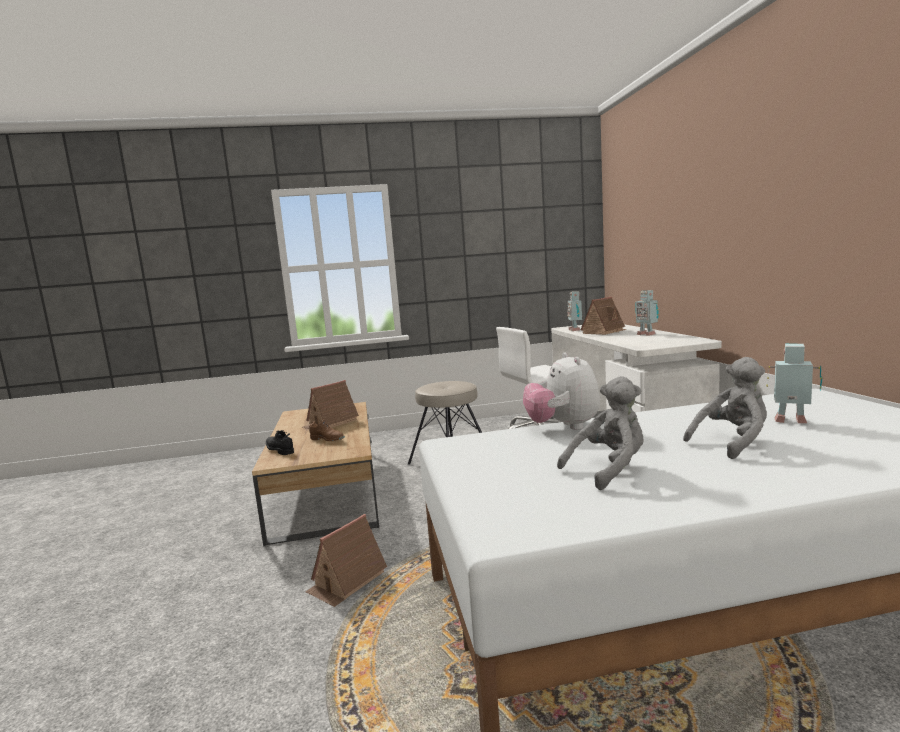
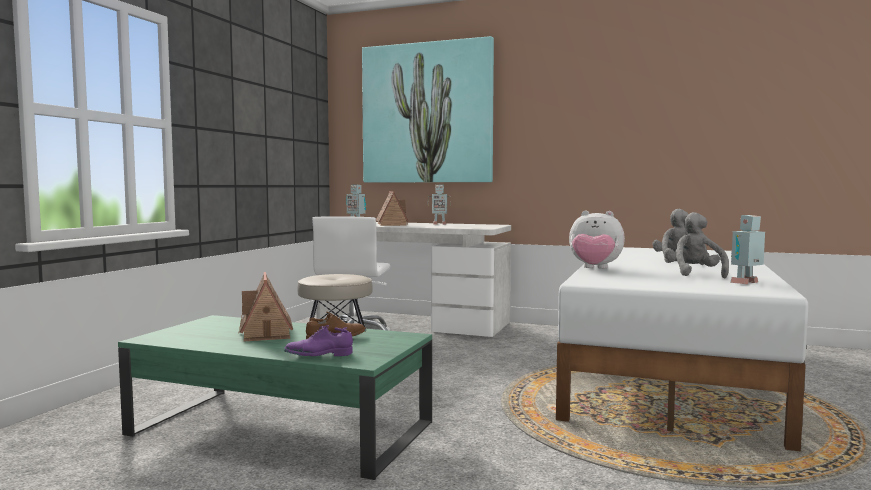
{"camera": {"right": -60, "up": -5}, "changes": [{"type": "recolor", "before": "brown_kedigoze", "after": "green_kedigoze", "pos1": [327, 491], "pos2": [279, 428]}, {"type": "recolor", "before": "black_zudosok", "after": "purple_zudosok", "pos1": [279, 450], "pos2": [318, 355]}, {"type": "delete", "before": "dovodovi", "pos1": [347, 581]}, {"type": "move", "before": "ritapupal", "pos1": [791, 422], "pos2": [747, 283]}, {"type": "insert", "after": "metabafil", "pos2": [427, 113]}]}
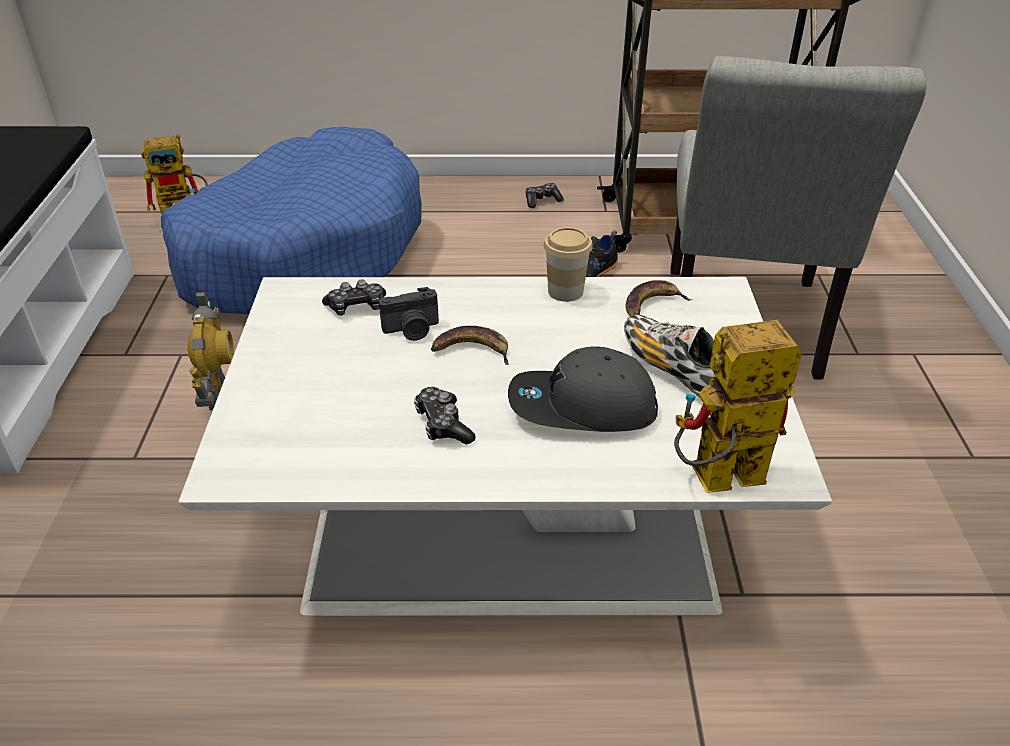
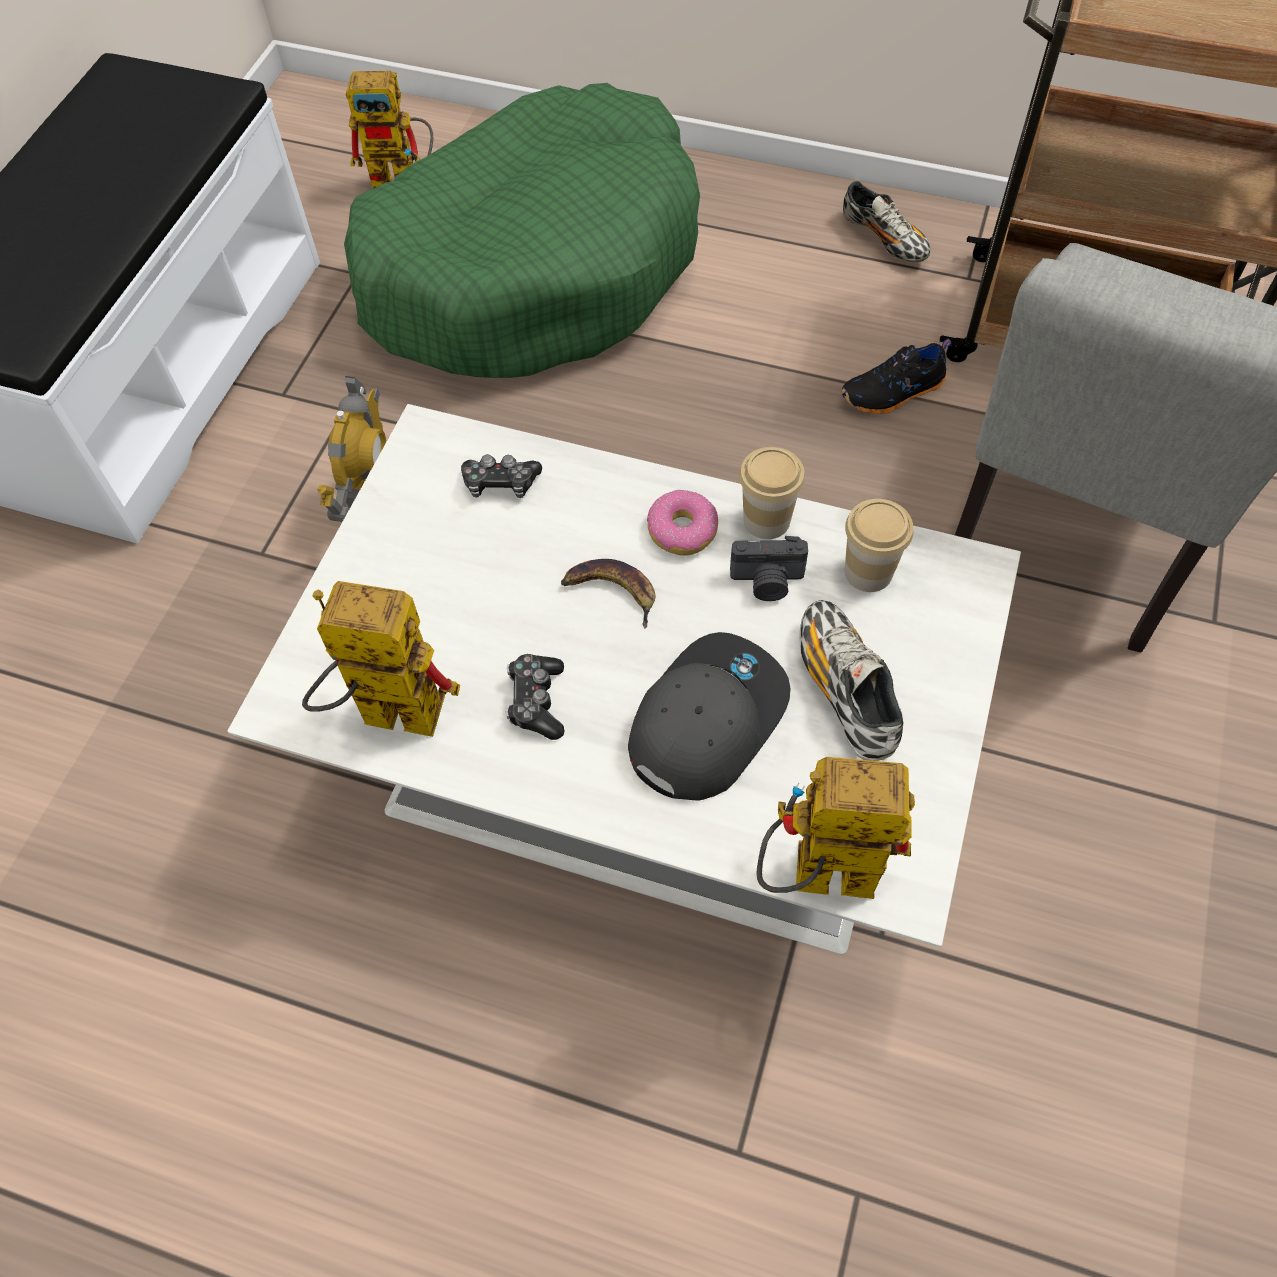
{"camera": {"right": 20, "up": 20}, "changes": [{"type": "recolor", "before": "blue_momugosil", "after": "green_momugosil", "pos1": [303, 251], "pos2": [533, 268]}, {"type": "move", "before": "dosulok", "pos1": [412, 330], "pos2": [767, 582]}, {"type": "rotate", "before": "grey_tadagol", "pos1": [581, 408], "pos2": [706, 720], "turn": 105}, {"type": "replace", "before": "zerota", "after": "zudosok", "pos1": [542, 200], "pos2": [884, 239]}, {"type": "replace", "before": "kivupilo", "after": "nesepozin", "pos1": [651, 305], "pos2": [868, 572]}, {"type": "insert", "after": "ritapupal", "pos2": [385, 714]}, {"type": "insert", "after": "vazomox", "pos2": [682, 530]}]}
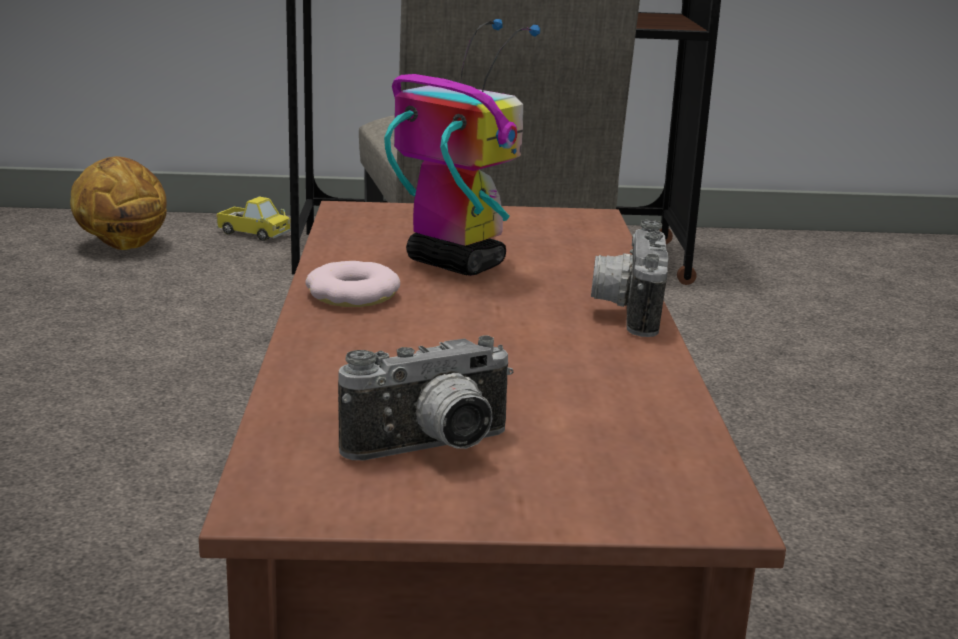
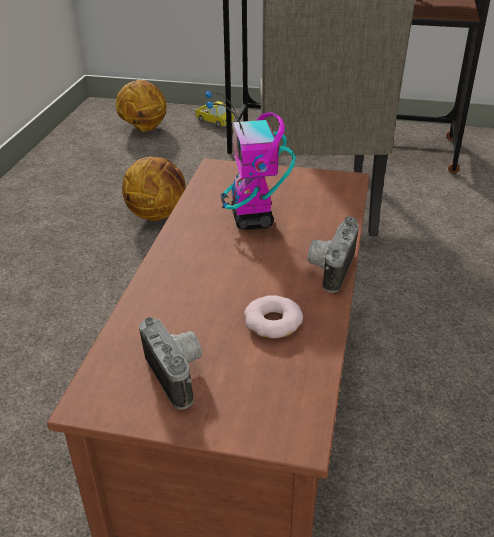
{"camera": {"right": 15, "up": 15}, "changes": [{"type": "move", "before": "vazomox", "pos1": [353, 295], "pos2": [273, 322]}, {"type": "rotate", "before": "dosulok", "pos1": [434, 451], "pos2": [178, 374], "turn": -105}, {"type": "rotate", "before": "ritapupal", "pos1": [453, 263], "pos2": [252, 219], "turn": -150}, {"type": "insert", "after": "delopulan", "pos2": [158, 214]}]}
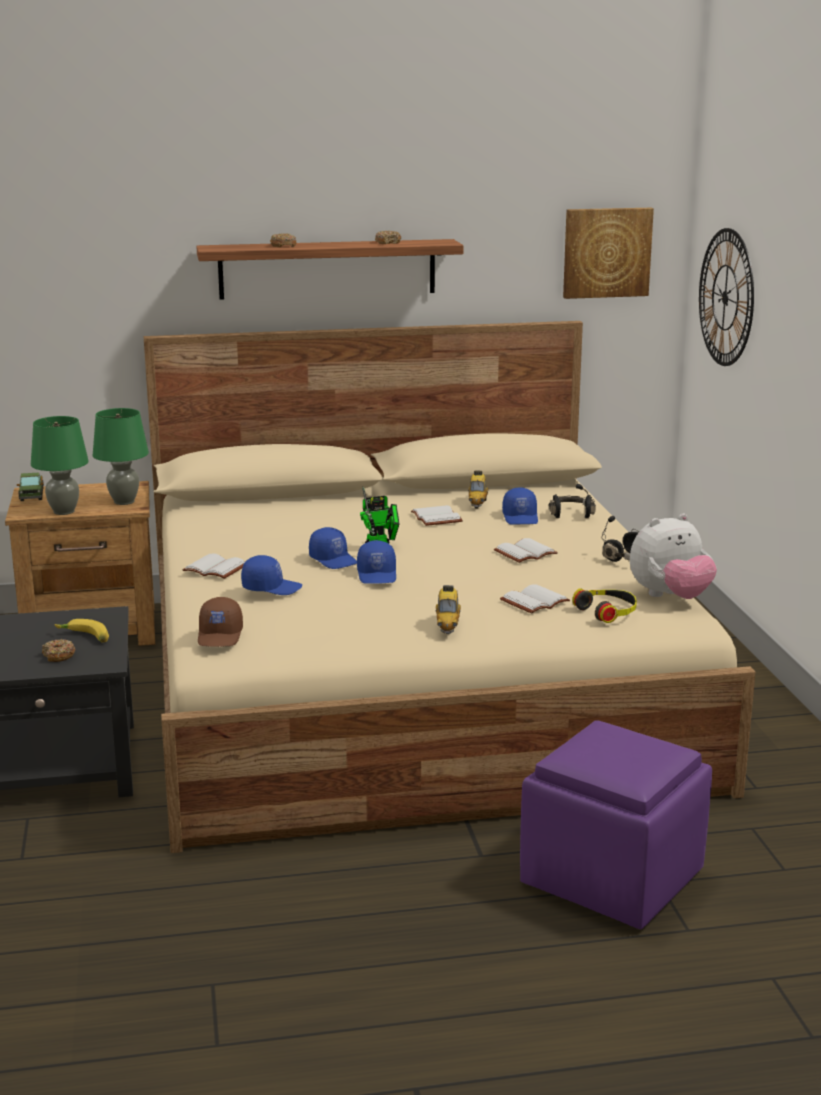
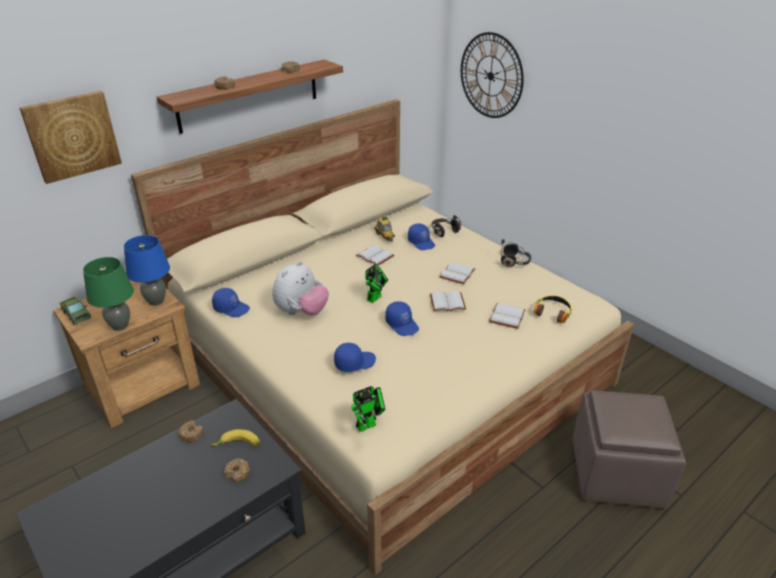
{"camera": {"right": -30, "up": 15}, "changes": [{"type": "recolor", "before": "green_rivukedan", "after": "blue_rivukedan", "pos1": [124, 502], "pos2": [156, 301]}, {"type": "move", "before": "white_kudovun", "pos1": [217, 568], "pos2": [447, 302]}, {"type": "replace", "before": "brown_tadagol", "after": "ritapupal", "pos1": [220, 636], "pos2": [369, 424]}, {"type": "move", "before": "blue_tadagol", "pos1": [334, 560], "pos2": [231, 308]}, {"type": "delete", "before": "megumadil", "pos1": [447, 626]}, {"type": "recolor", "before": "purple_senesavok", "after": "brown_senesavok", "pos1": [614, 878], "pos2": [617, 473]}, {"type": "move", "before": "metabafil", "pos1": [606, 252], "pos2": [72, 136]}, {"type": "move", "before": "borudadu", "pos1": [670, 597], "pos2": [301, 312]}, {"type": "insert", "after": "vazomox", "pos2": [191, 434]}]}
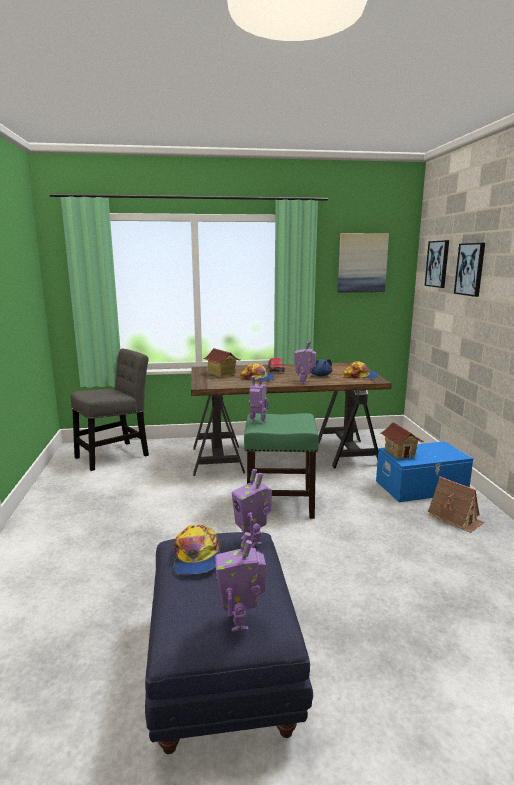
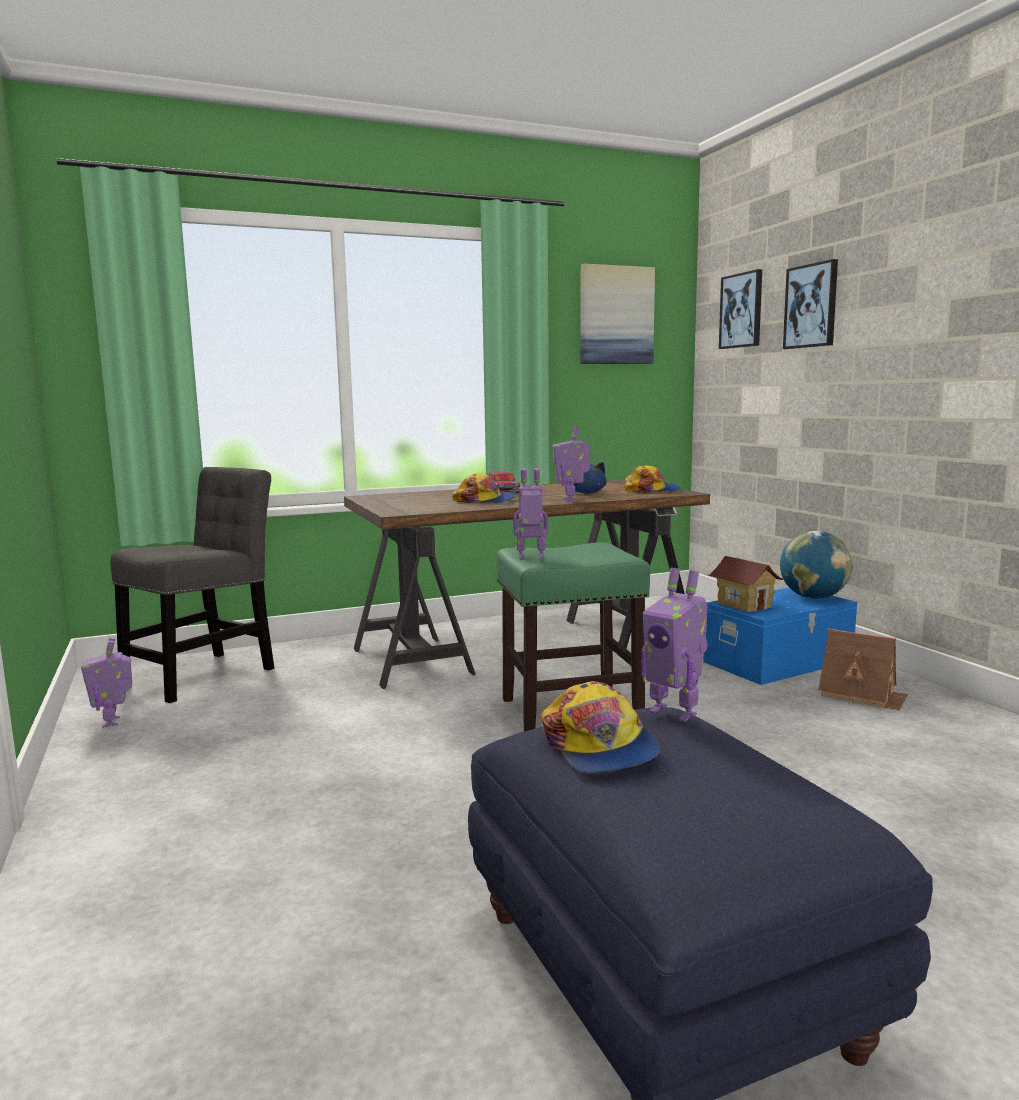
{"camera": {"right": -15, "up": -5}, "changes": [{"type": "delete", "before": "dovodovi", "pos1": [221, 374]}, {"type": "move", "before": "ritapupal", "pos1": [241, 621], "pos2": [113, 722]}, {"type": "insert", "after": "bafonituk", "pos2": [813, 597]}]}
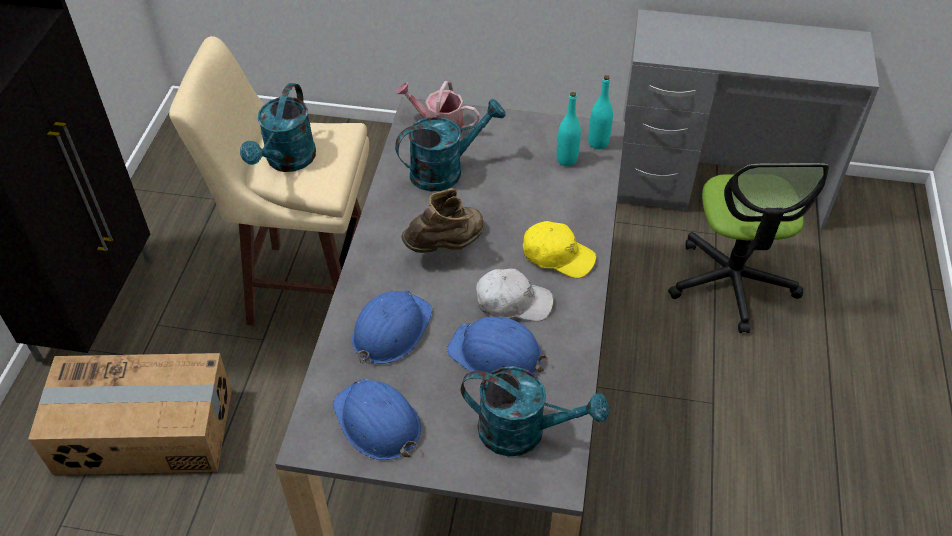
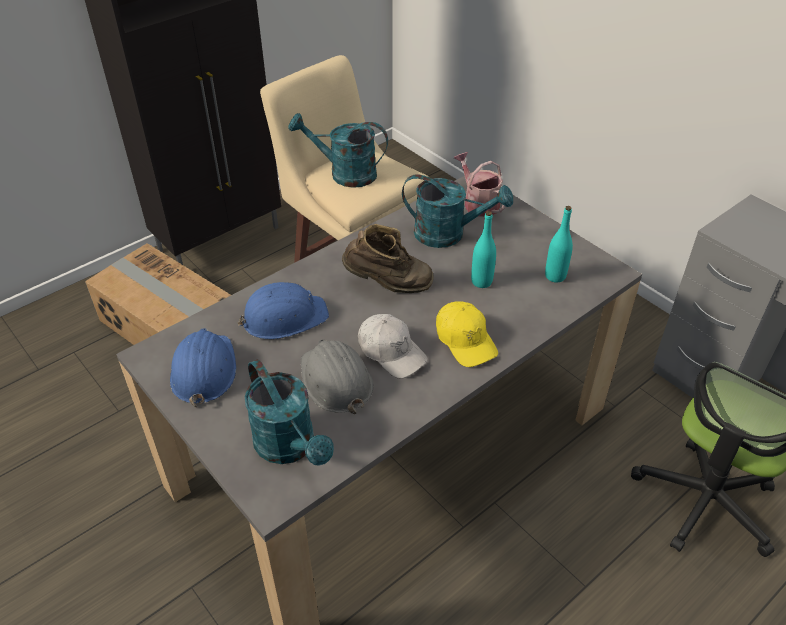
{"camera": {"right": 40, "up": -5}, "changes": [{"type": "rotate", "before": "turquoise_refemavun", "pos1": [287, 161], "pos2": [344, 174], "turn": 45}, {"type": "recolor", "before": "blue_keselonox", "after": "grey_keselonox", "pos1": [496, 355], "pos2": [335, 380]}, {"type": "move", "before": "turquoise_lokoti", "pos1": [598, 143], "pos2": [481, 281]}]}
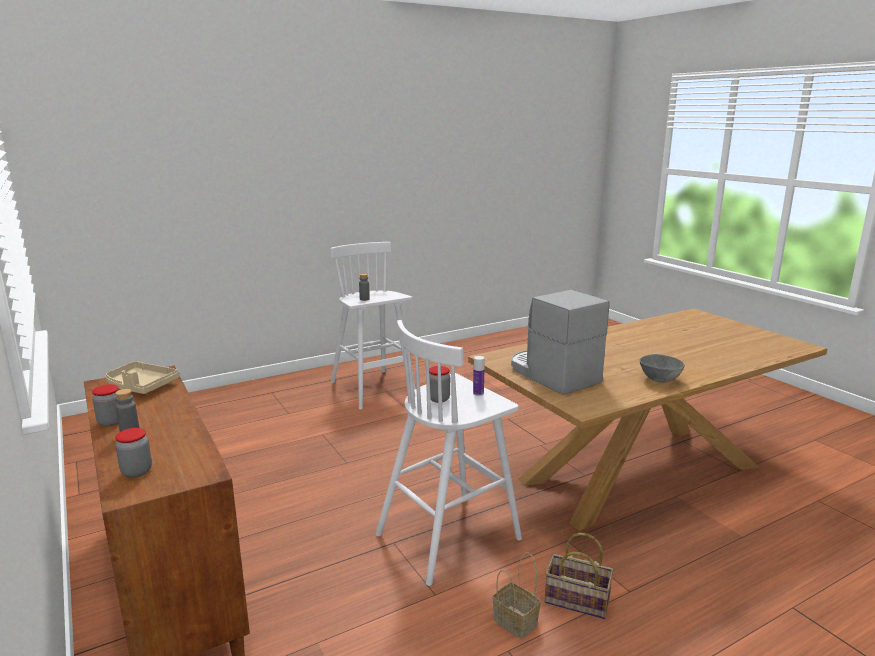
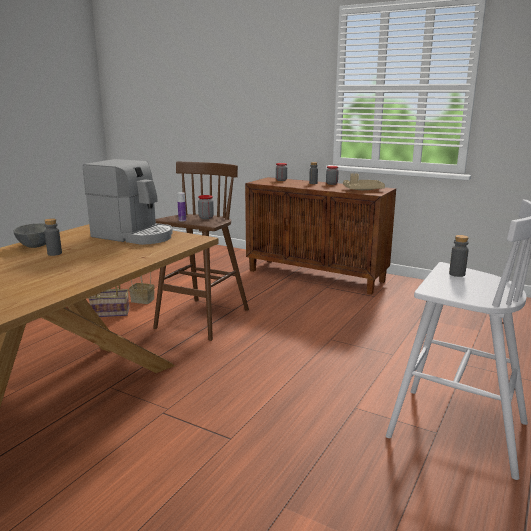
{"camera": {"right": 150, "up": 0}, "changes": [{"type": "recolor", "before": "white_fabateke", "after": "brown_fabateke", "pos1": [450, 536], "pos2": [202, 319]}, {"type": "insert", "after": "grey_lokoti", "pos2": [54, 253]}]}
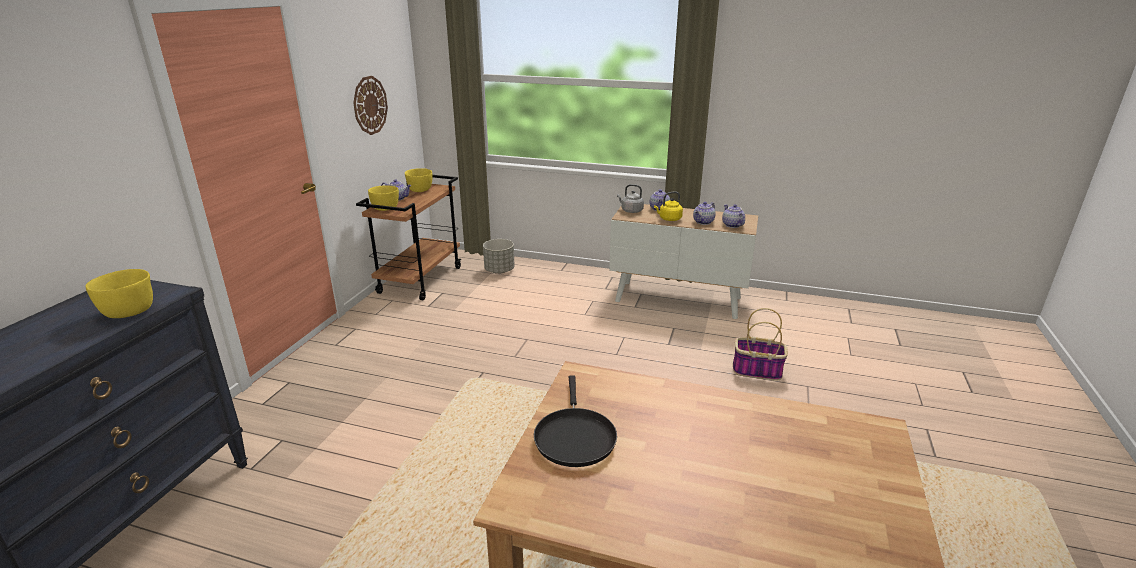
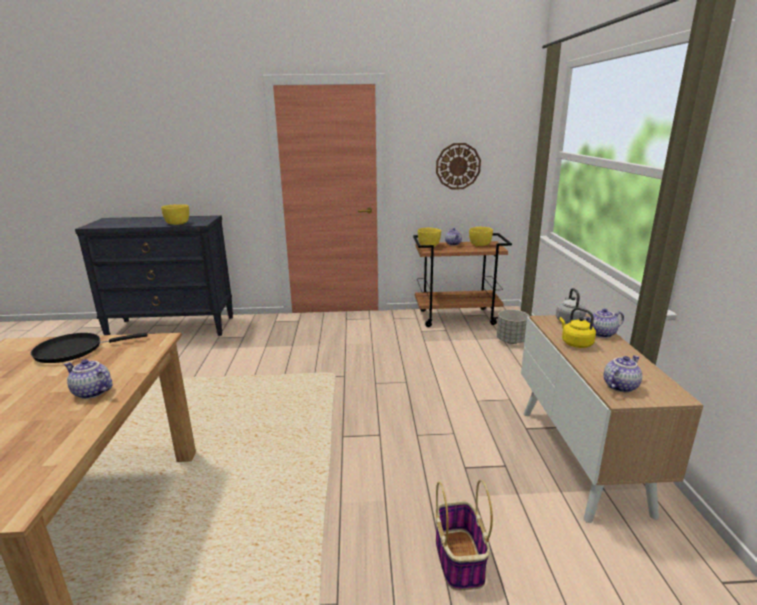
{"camera": {"right": 70, "up": -5}, "changes": [{"type": "move", "before": "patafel", "pos1": [703, 222], "pos2": [91, 392]}]}
